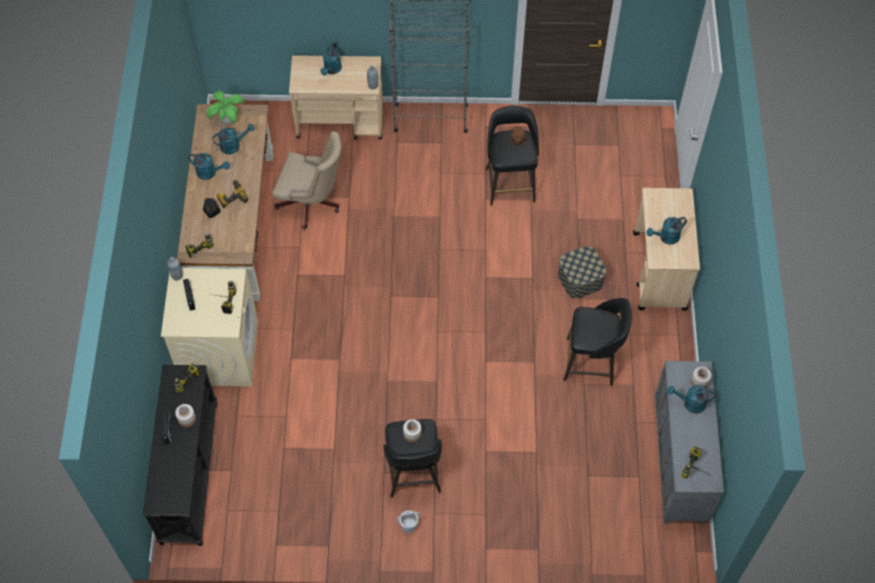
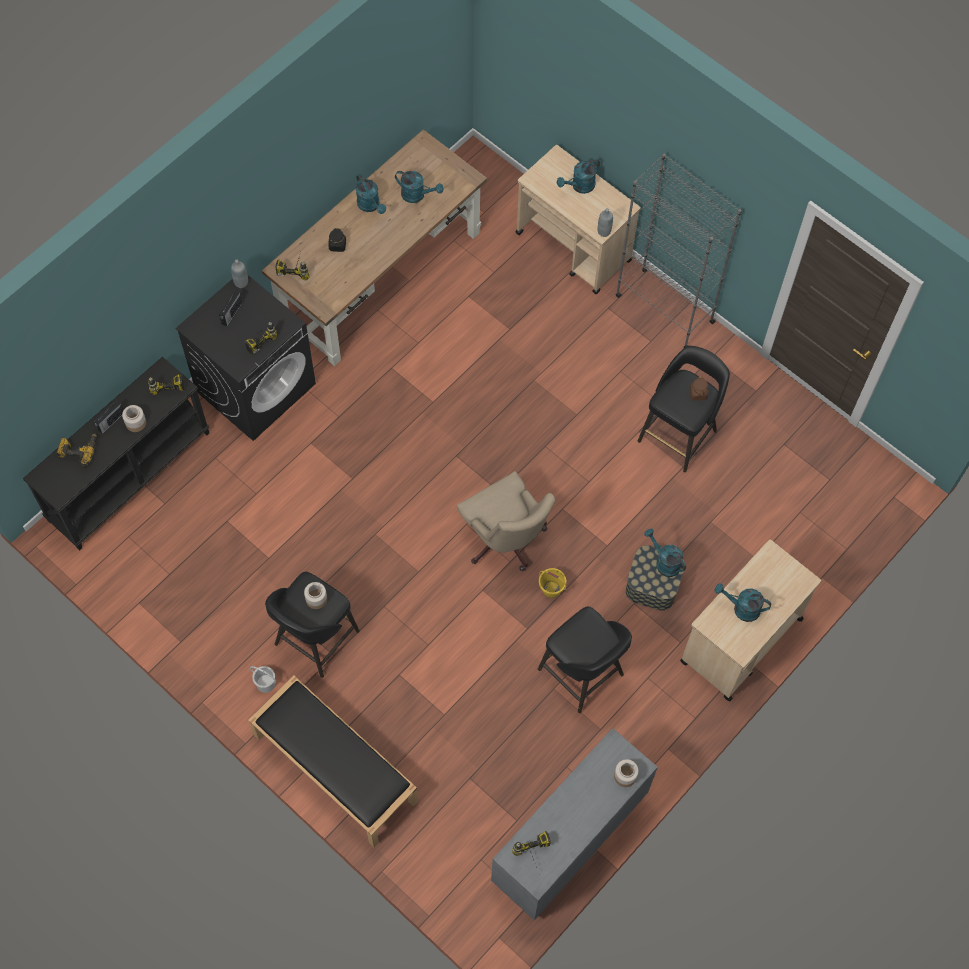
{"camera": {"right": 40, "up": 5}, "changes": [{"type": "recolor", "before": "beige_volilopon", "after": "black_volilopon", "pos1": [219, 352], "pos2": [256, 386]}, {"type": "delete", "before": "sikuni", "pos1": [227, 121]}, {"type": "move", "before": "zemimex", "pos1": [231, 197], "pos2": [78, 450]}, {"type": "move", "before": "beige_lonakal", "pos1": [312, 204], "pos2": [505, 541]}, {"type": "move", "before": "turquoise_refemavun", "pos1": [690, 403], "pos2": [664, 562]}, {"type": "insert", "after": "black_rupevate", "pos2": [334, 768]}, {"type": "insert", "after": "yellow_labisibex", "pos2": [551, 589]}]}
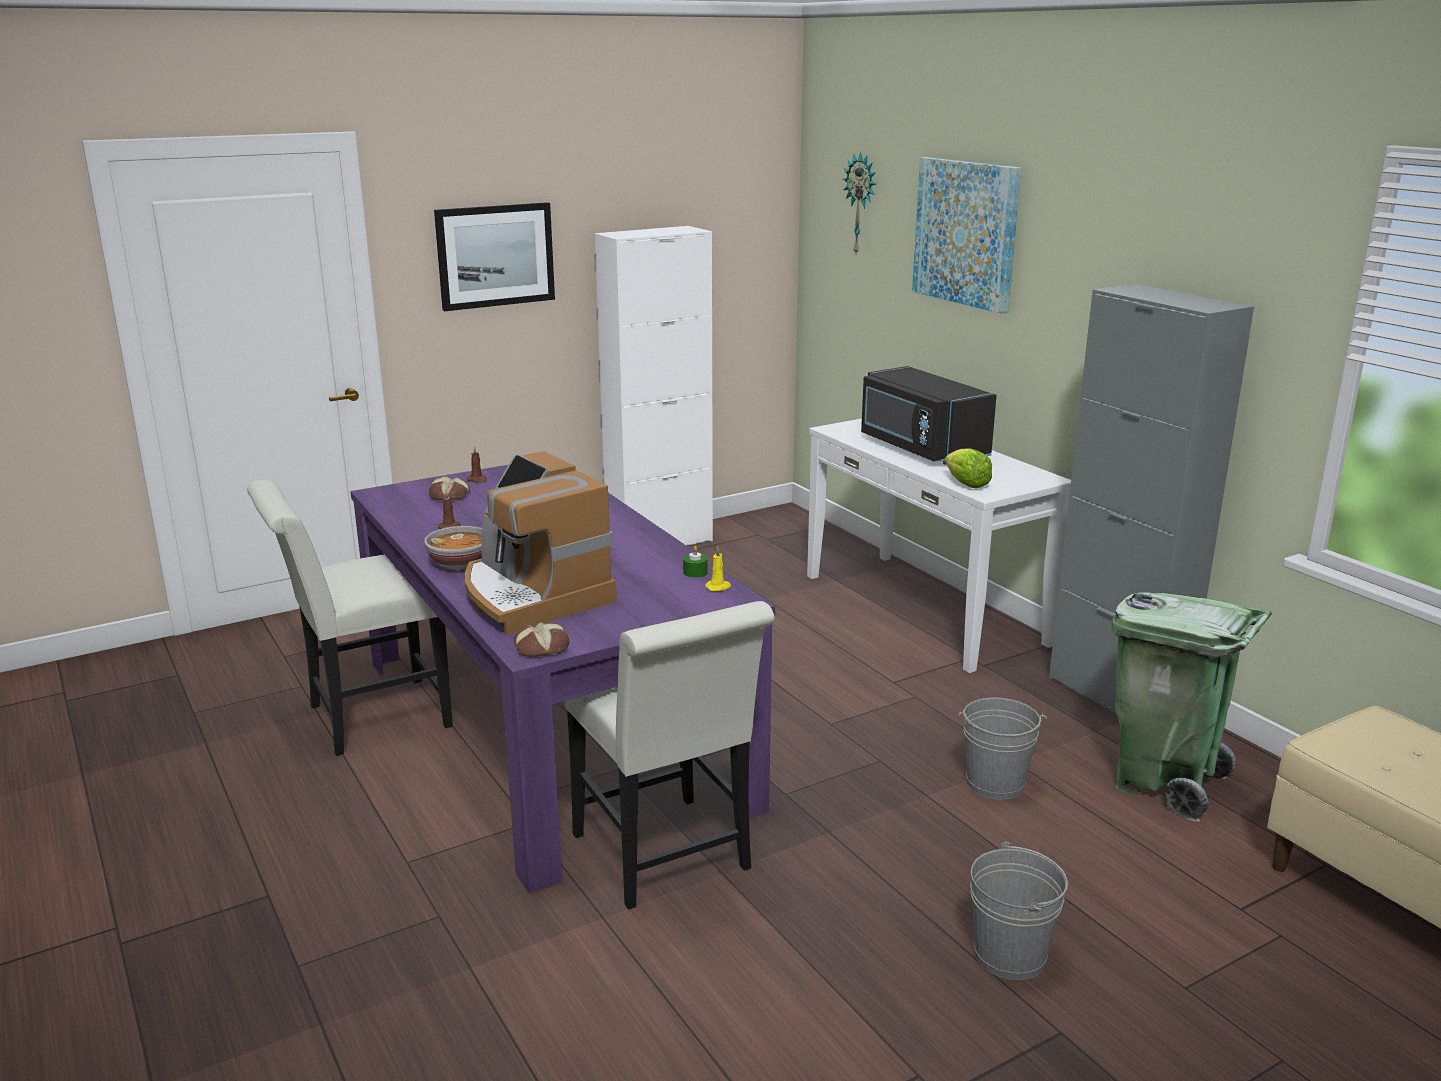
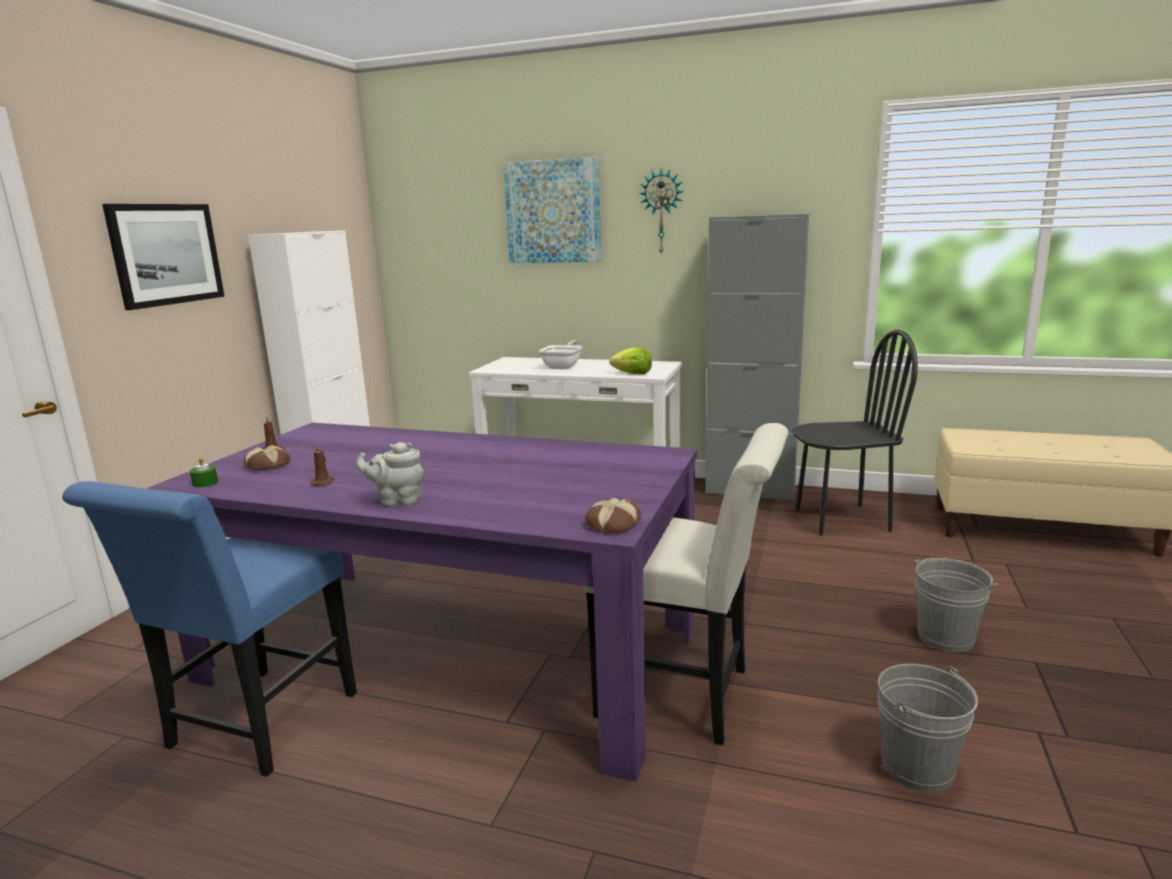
{"camera": {"right": -40, "up": -5}, "changes": [{"type": "recolor", "before": "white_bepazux", "after": "blue_bepazux", "pos1": [368, 719], "pos2": [254, 727]}, {"type": "replace", "before": "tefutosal", "after": "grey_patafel", "pos1": [460, 564], "pos2": [397, 500]}, {"type": "delete", "before": "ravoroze", "pos1": [532, 595]}, {"type": "move", "before": "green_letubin", "pos1": [695, 572], "pos2": [205, 483]}, {"type": "delete", "before": "yellow_letubin", "pos1": [718, 587]}, {"type": "move", "before": "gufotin", "pos1": [861, 204], "pos2": [662, 212]}, {"type": "replace", "before": "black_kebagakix", "after": "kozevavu", "pos1": [920, 448], "pos2": [563, 366]}, {"type": "move", "before": "grey_labisibex", "pos1": [995, 783], "pos2": [917, 768]}, {"type": "replace", "before": "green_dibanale", "after": "black_bepazux", "pos1": [1164, 782], "pos2": [841, 520]}]}
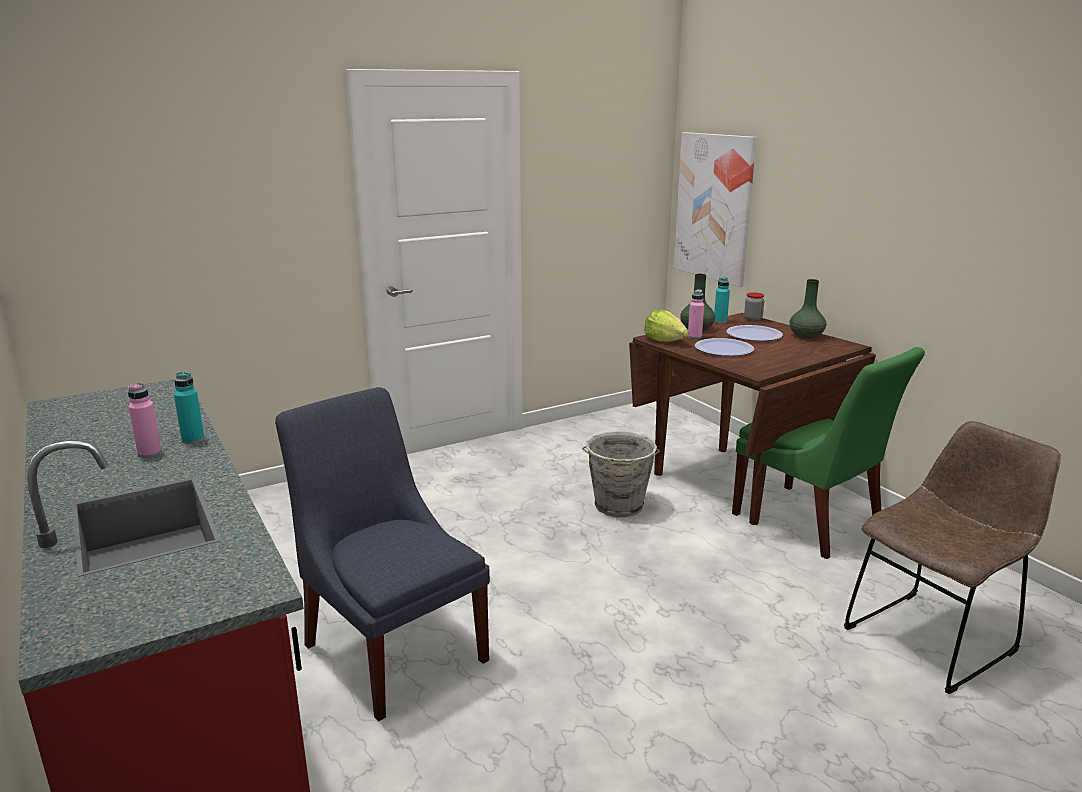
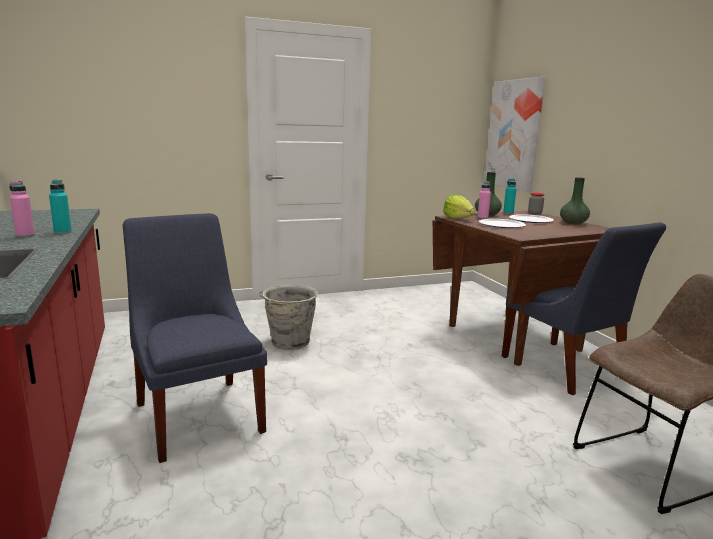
{"camera": {"right": 10, "up": -5}, "changes": [{"type": "move", "before": "grey_labisibex", "pos1": [618, 507], "pos2": [289, 342]}, {"type": "recolor", "before": "green_bepazux", "after": "blue_bepazux", "pos1": [811, 522], "pos2": [566, 369]}]}
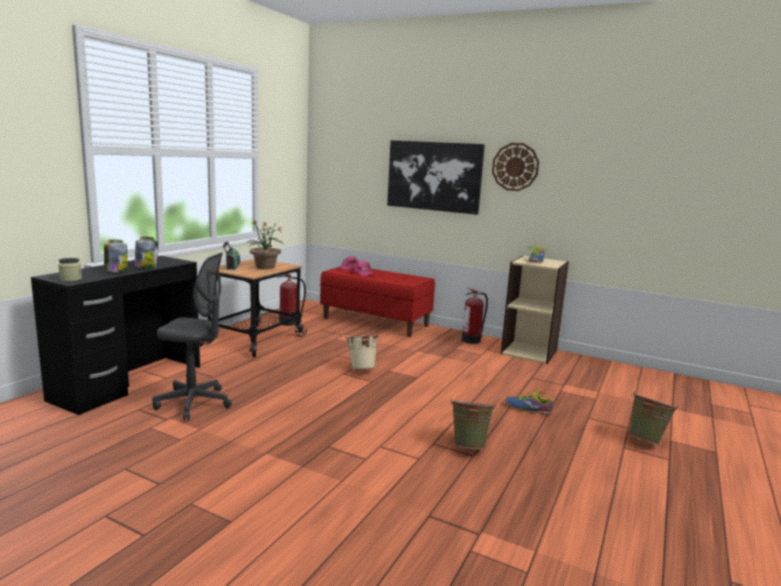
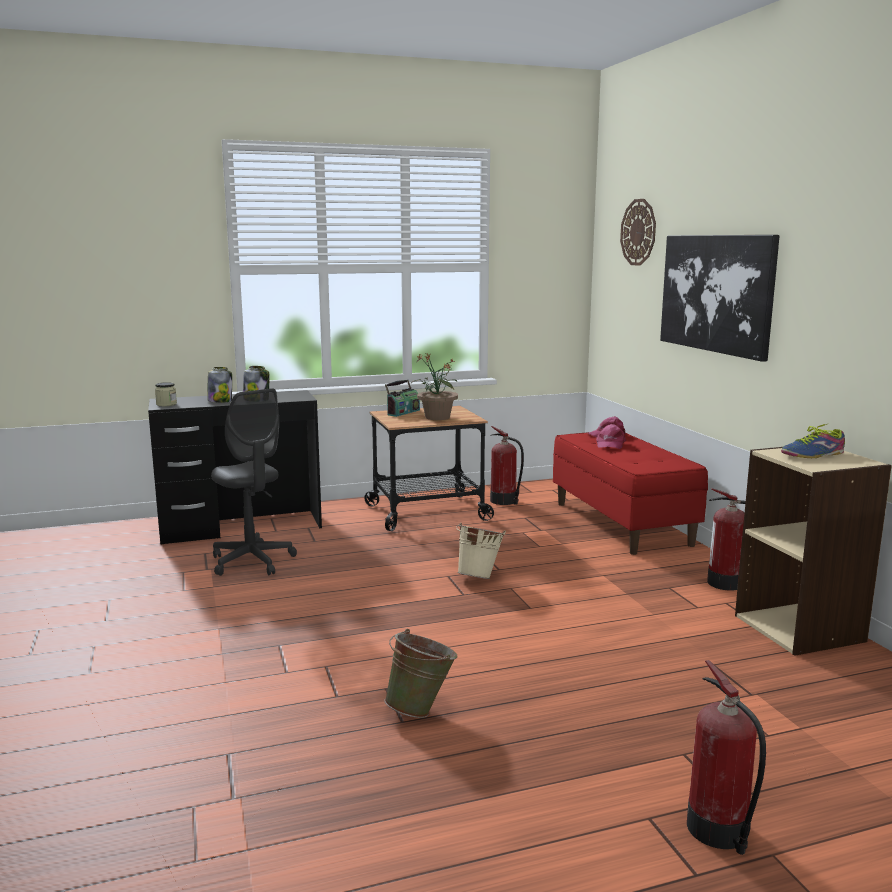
{"camera": {"right": 45, "up": 0}, "changes": [{"type": "move", "before": "gufotin", "pos1": [515, 167], "pos2": [638, 232]}, {"type": "delete", "before": "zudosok", "pos1": [528, 409]}, {"type": "replace", "before": "green_labisibex", "after": "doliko", "pos1": [646, 440], "pos2": [719, 831]}]}
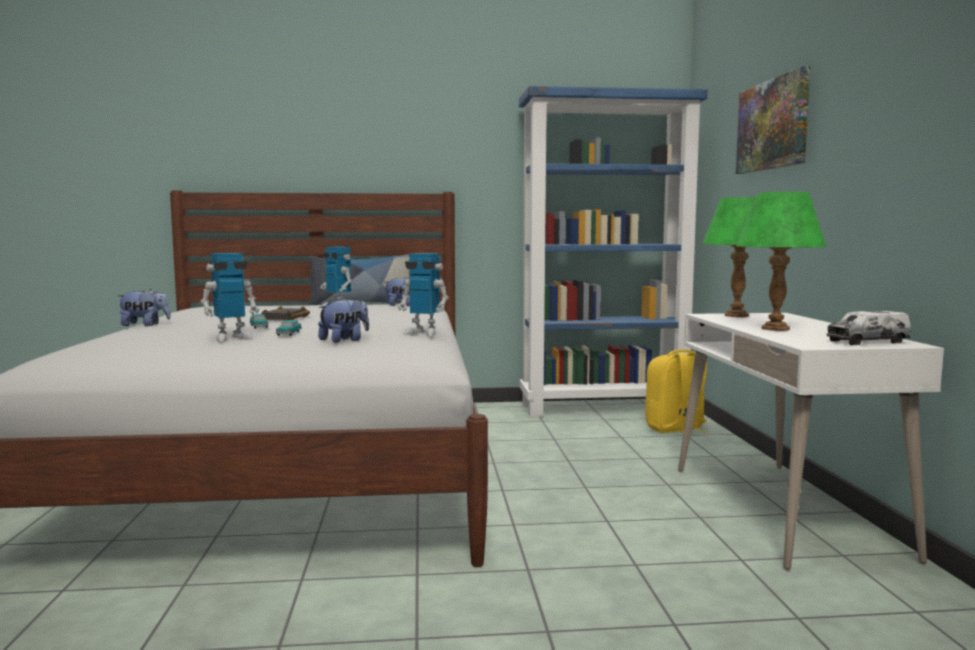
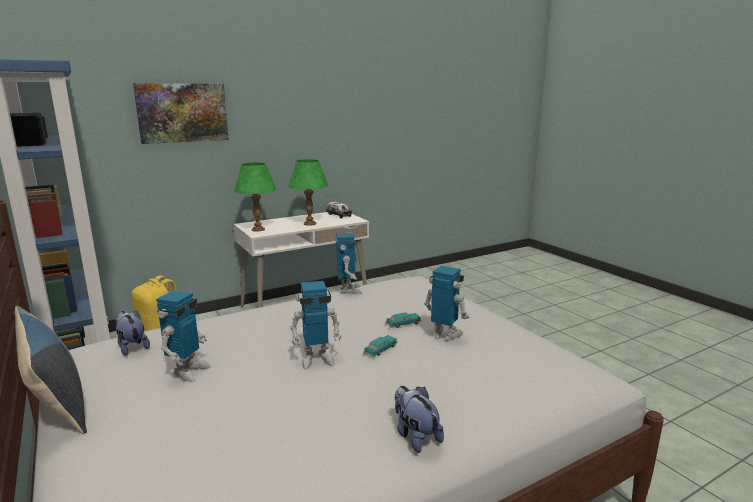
{"camera": {"right": -115, "up": 10}, "changes": [{"type": "replace", "before": "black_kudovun", "after": "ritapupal", "pos1": [286, 318], "pos2": [317, 359]}, {"type": "delete", "before": "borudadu", "pos1": [344, 340]}]}
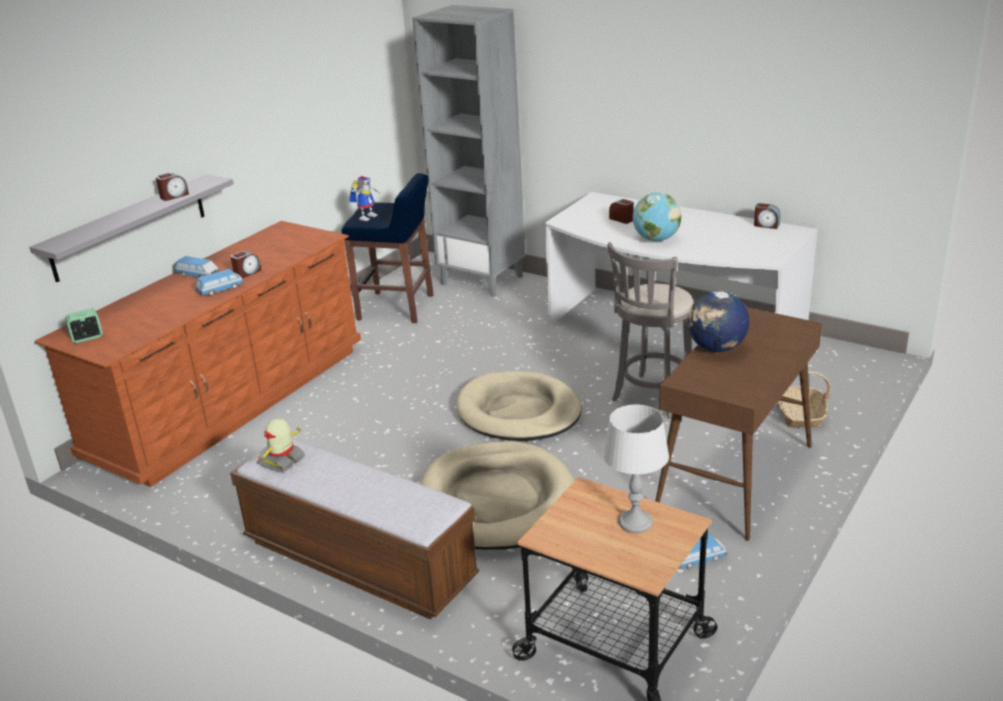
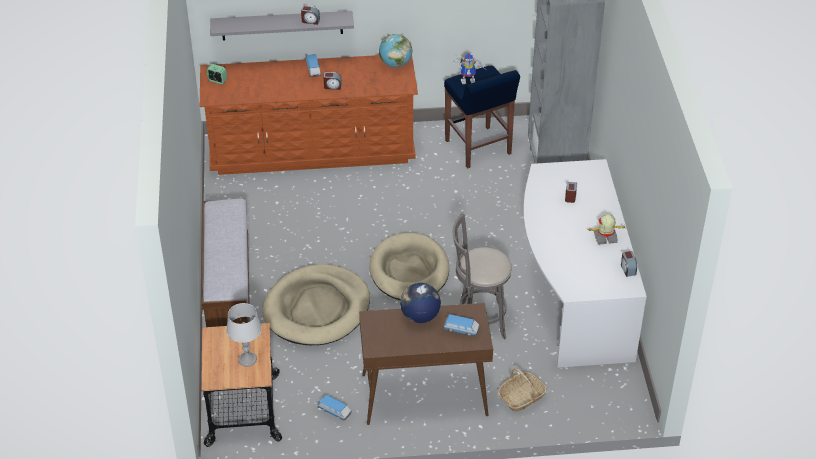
{"camera": {"right": 50, "up": 15}, "changes": [{"type": "move", "before": "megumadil", "pos1": [220, 290], "pos2": [461, 329]}, {"type": "move", "before": "ritapupal", "pos1": [282, 461], "pos2": [605, 237]}, {"type": "move", "before": "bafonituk", "pos1": [656, 239], "pos2": [395, 64]}]}
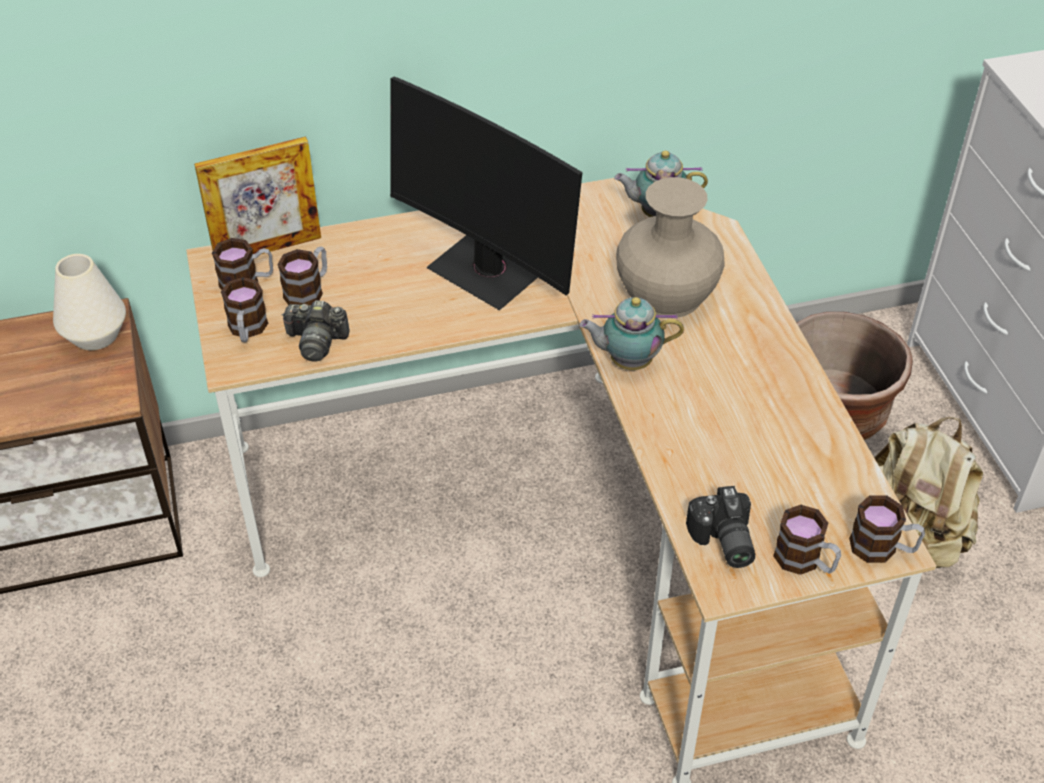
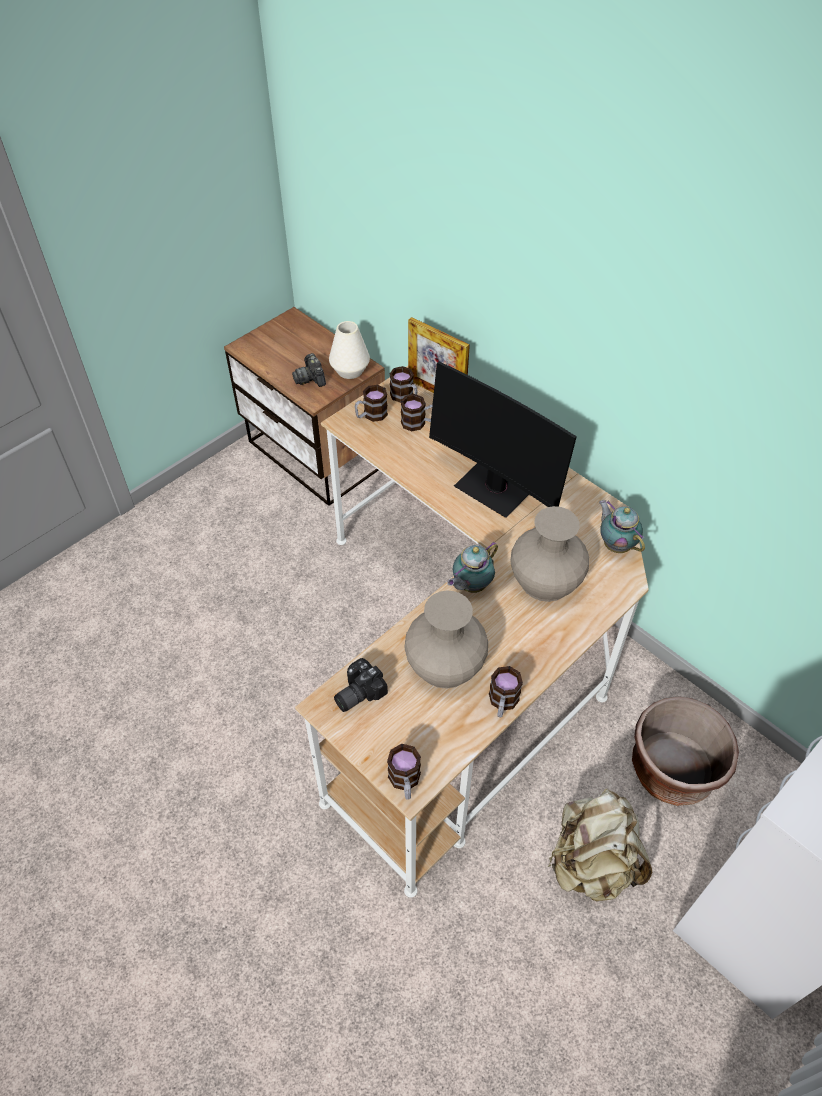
{"camera": {"right": 60, "up": 5}, "changes": [{"type": "move", "before": "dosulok", "pos1": [316, 341], "pos2": [310, 378]}, {"type": "rotate", "before": "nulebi", "pos1": [488, 271], "pos2": [495, 488], "turn": -60}, {"type": "rotate", "before": "patafel", "pos1": [627, 361], "pos2": [470, 586], "turn": -105}, {"type": "move", "before": "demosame", "pos1": [805, 561], "pos2": [502, 703]}, {"type": "insert", "after": "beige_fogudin", "pos2": [445, 664]}]}
